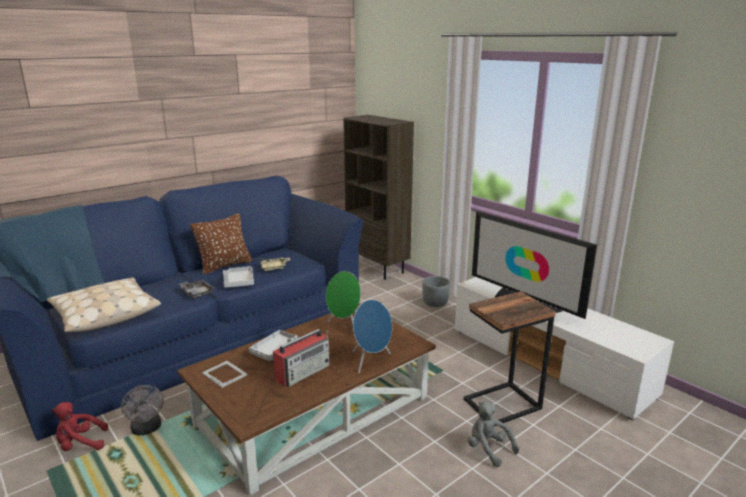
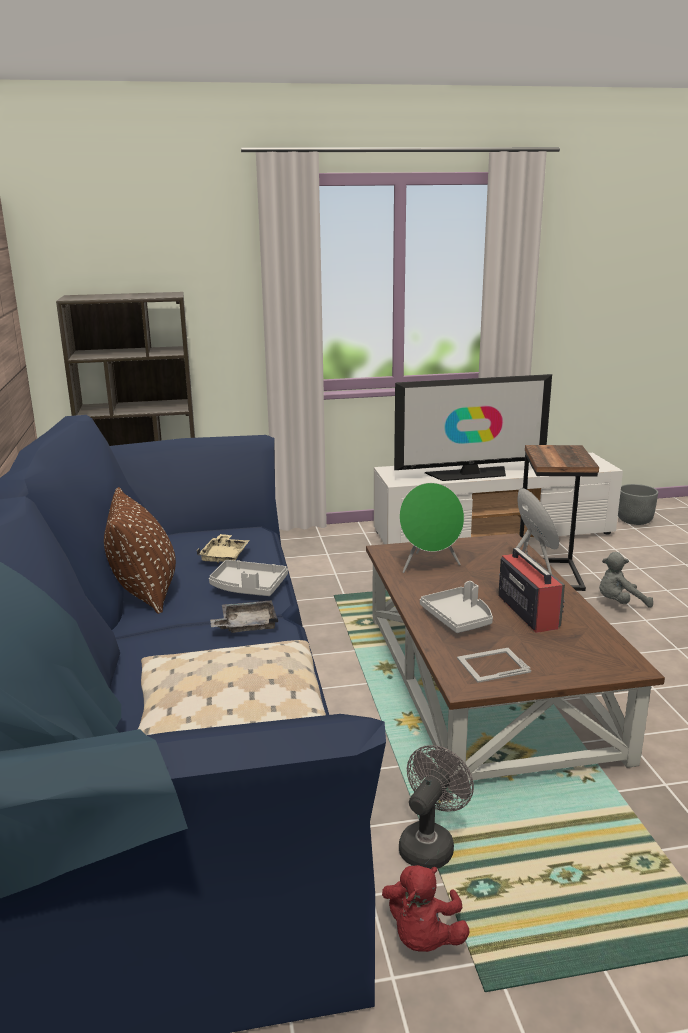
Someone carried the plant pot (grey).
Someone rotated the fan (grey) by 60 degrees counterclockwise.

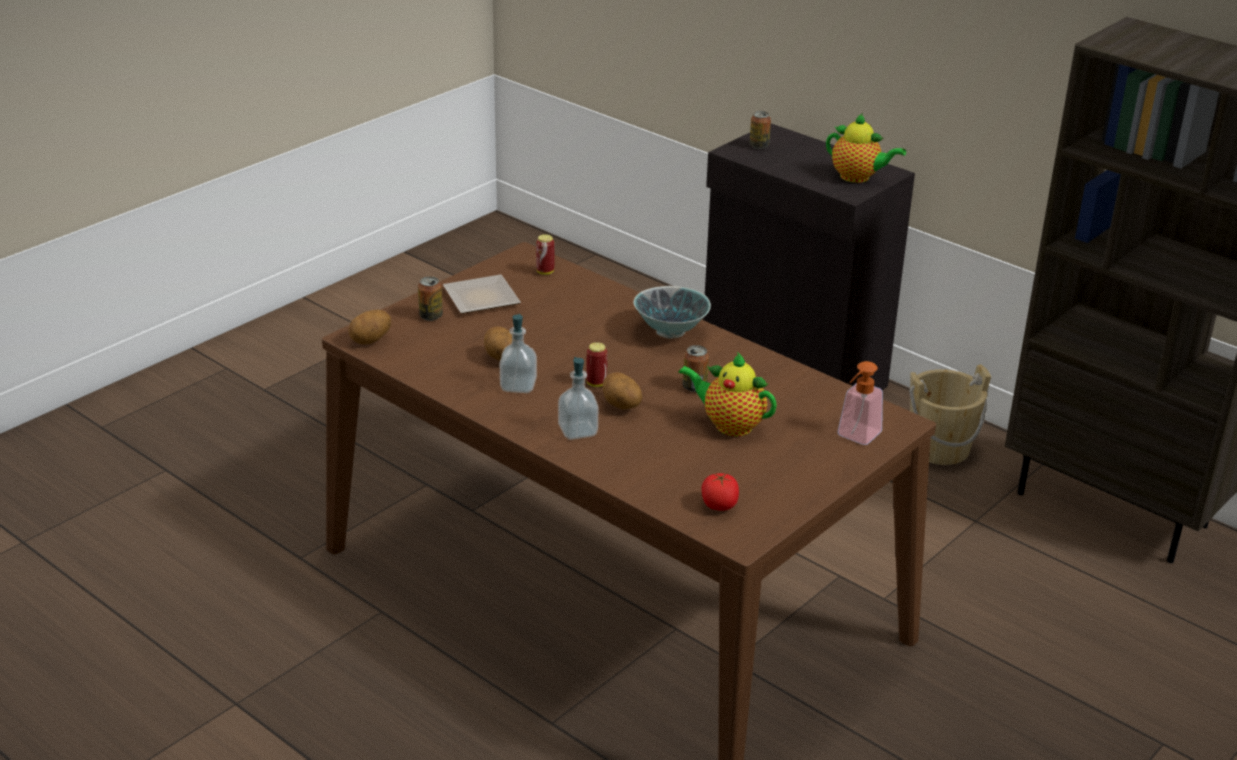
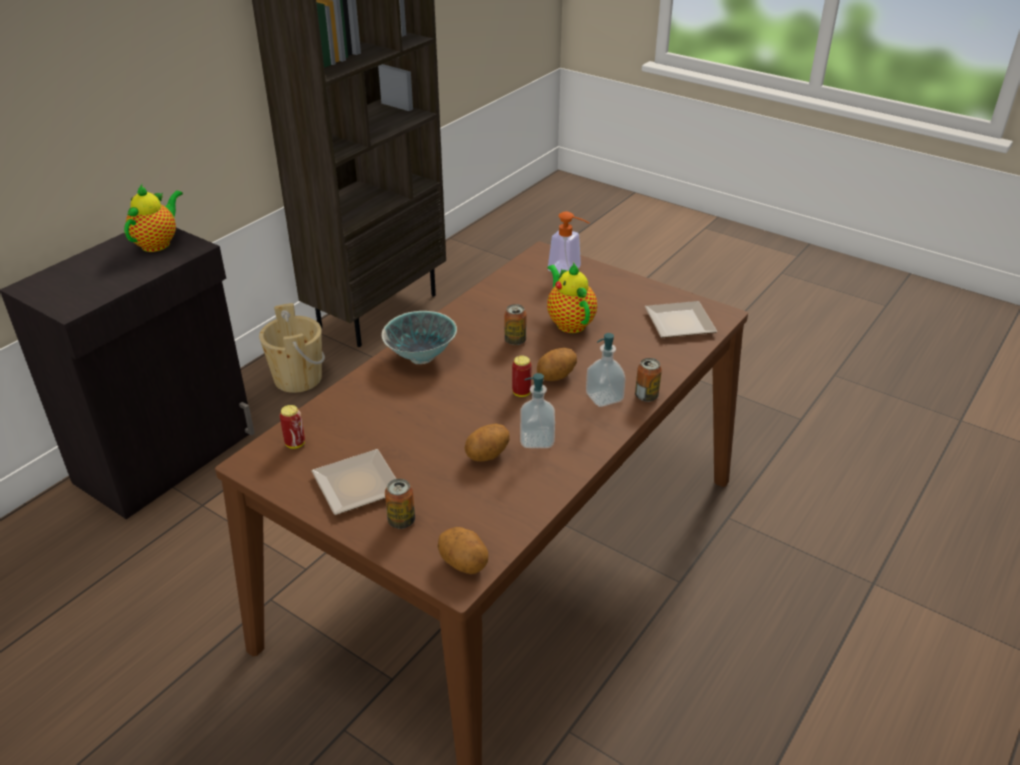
Someone carried the can (no. 5 from left).
Someone swapped the fresh tomato for the dinner plate (no. 2 from left).
Someone rotated the teapot (no. 1 from left in the first image) by 135 degrees clockwise.

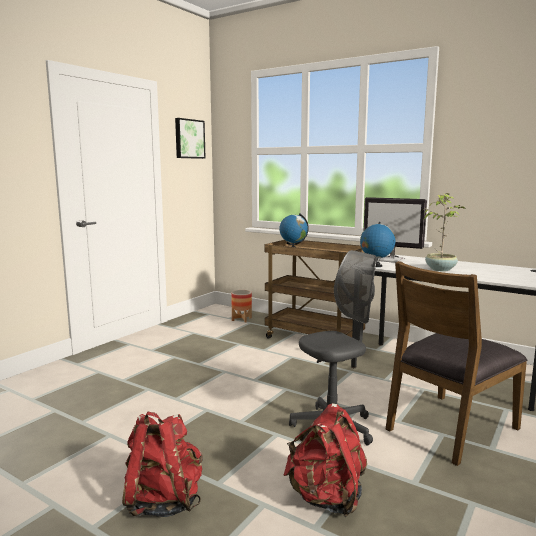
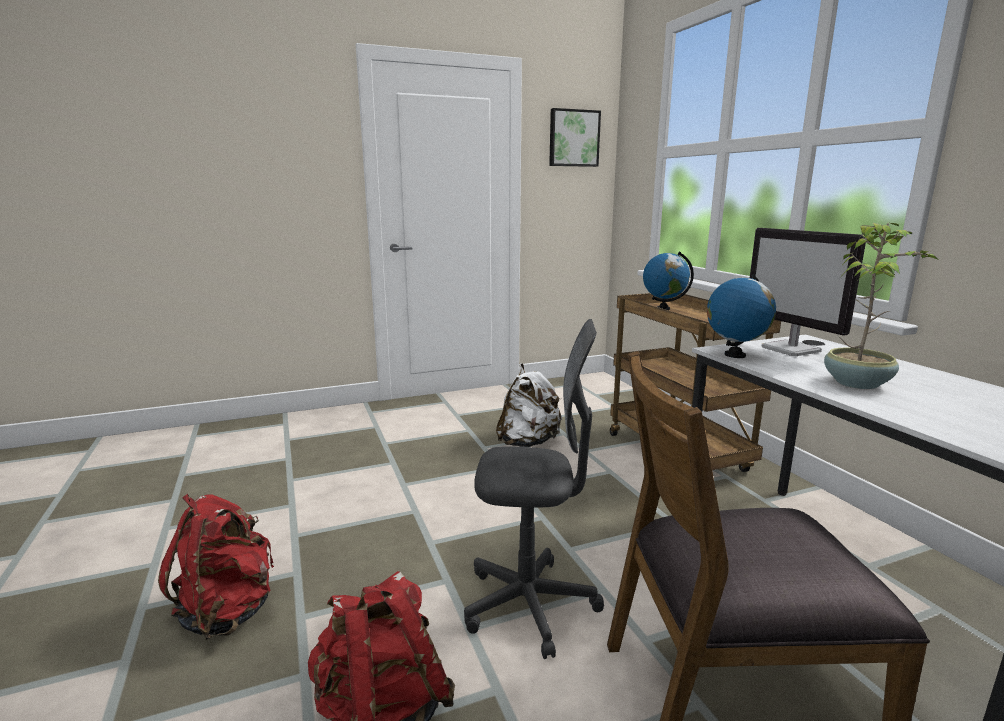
Someone took away the plant pot.
Someone put down the backpack (whitish).

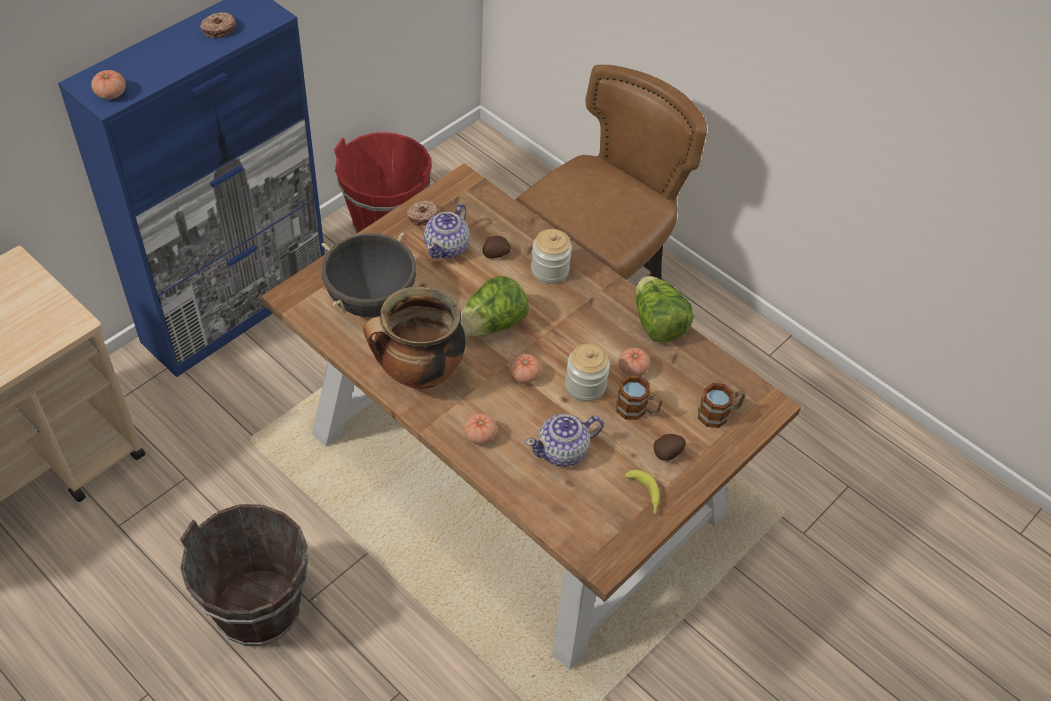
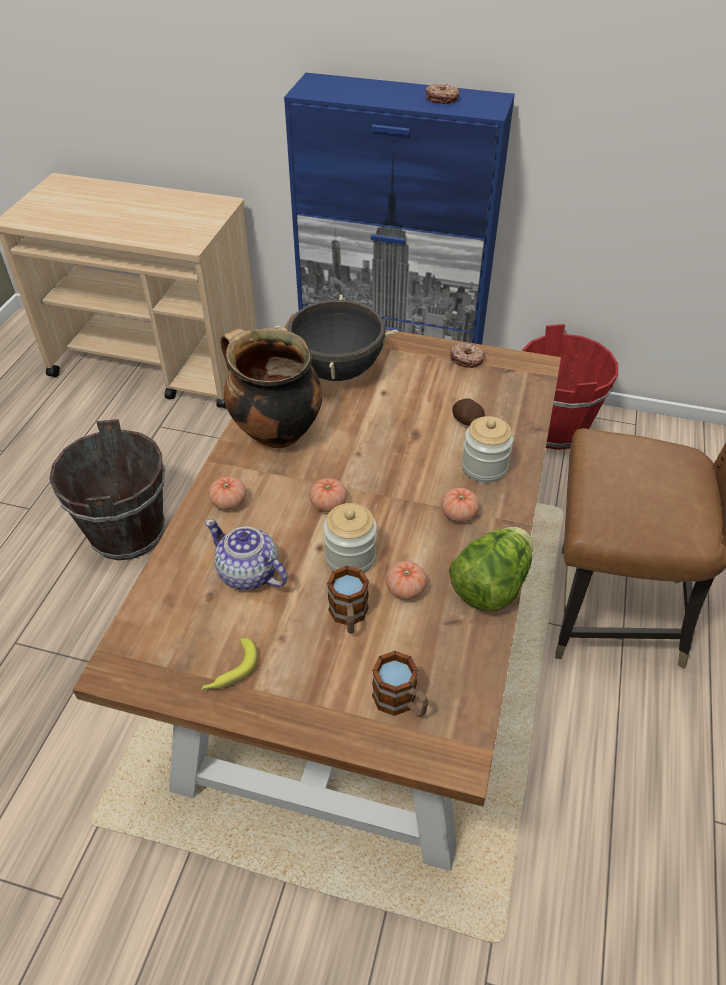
Someone took away the teapot (no. 1 from left).
Someone took away the lettuce head (no. 1 from left).
Someone took away the whole potato (no. 2 from left).
Someone carried the fresh tomato (no. 1 from left in the first image).

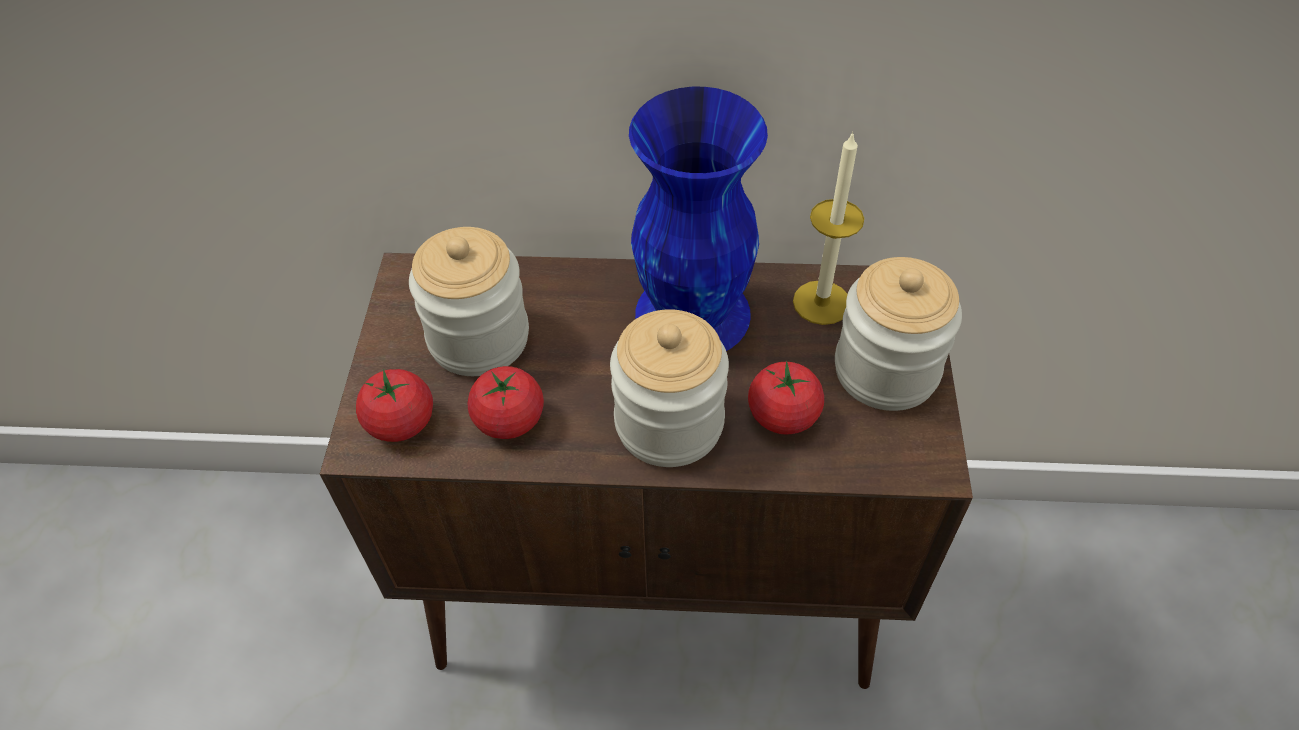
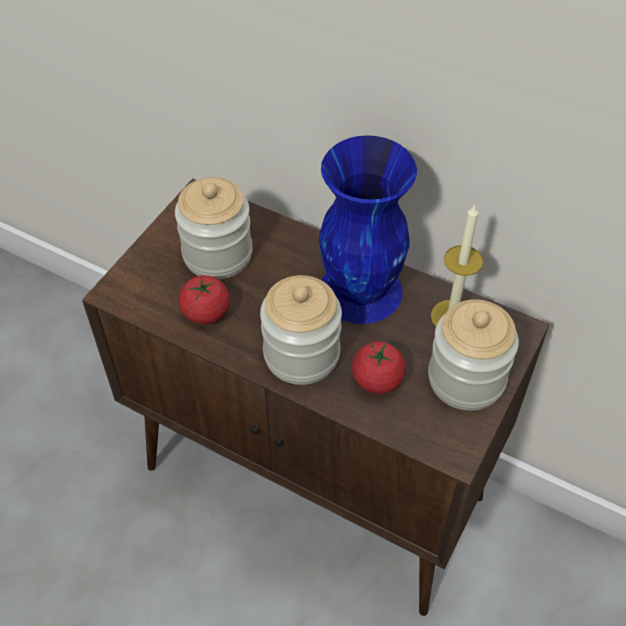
Someone took away the fresh tomato (no. 1 from left).

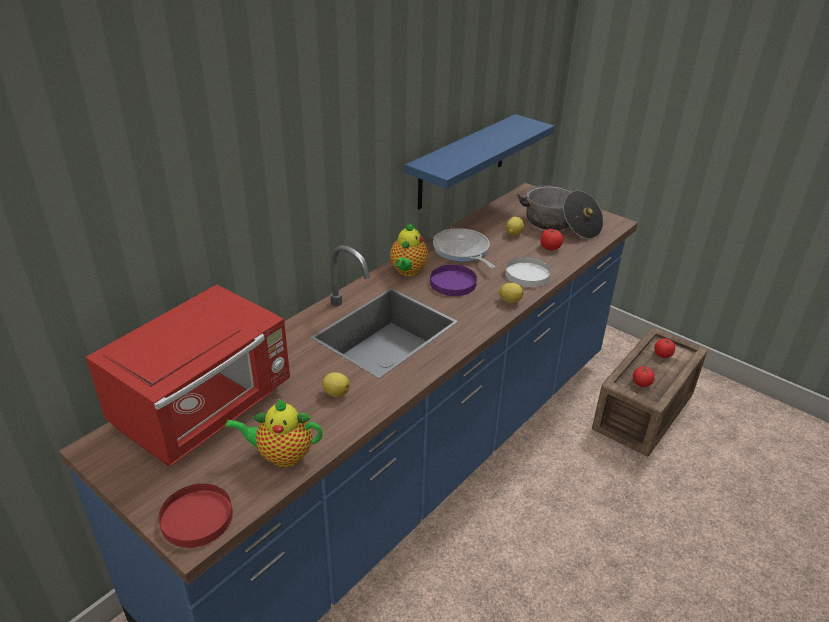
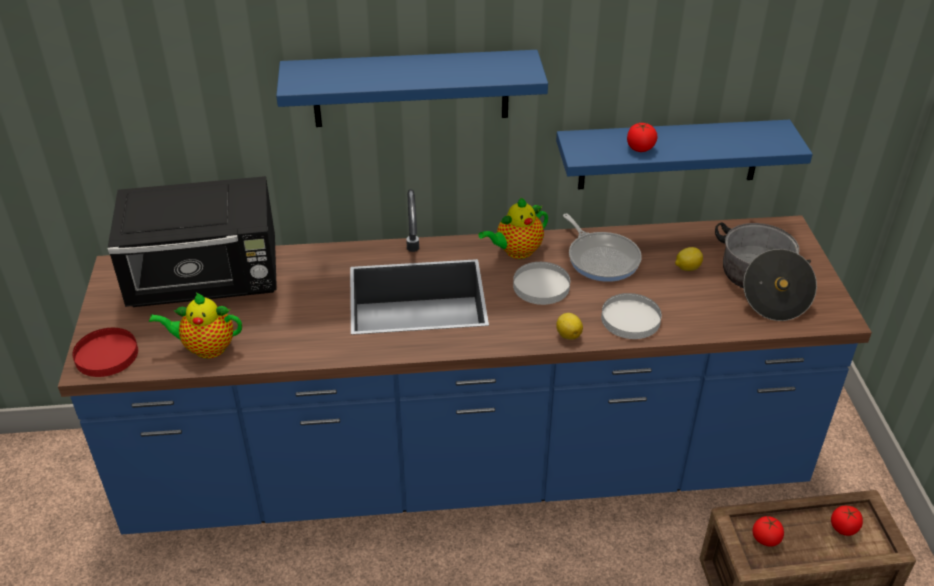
Someone took away the lemon (no. 1 from left).
Someone put up the shelf (blue) (no. 1 from left).
Someone carried the fresh tomato (no. 1 from left).
Someone repainted the microwave (reddish), which became the microwave (black).
Someone repainted the dinner plate (purple-coloured), which became the dinner plate (whitish) (no. 1 from left).
Someone rotated the teapot (no. 1 from left) by 45 degrees counterclockwise.
Someone rotated the pan by 135 degrees clockwise.

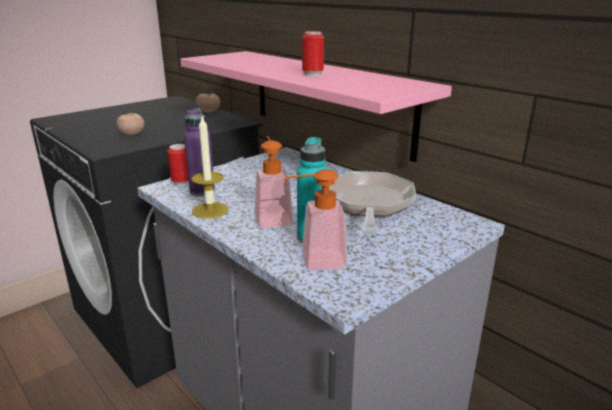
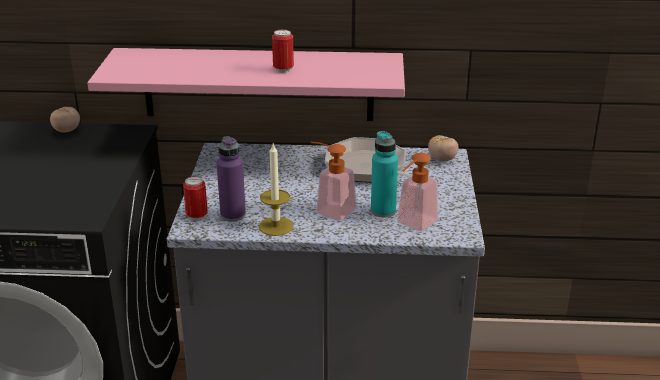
Someone carried the fresh tomato (no. 1 from left in the first image).

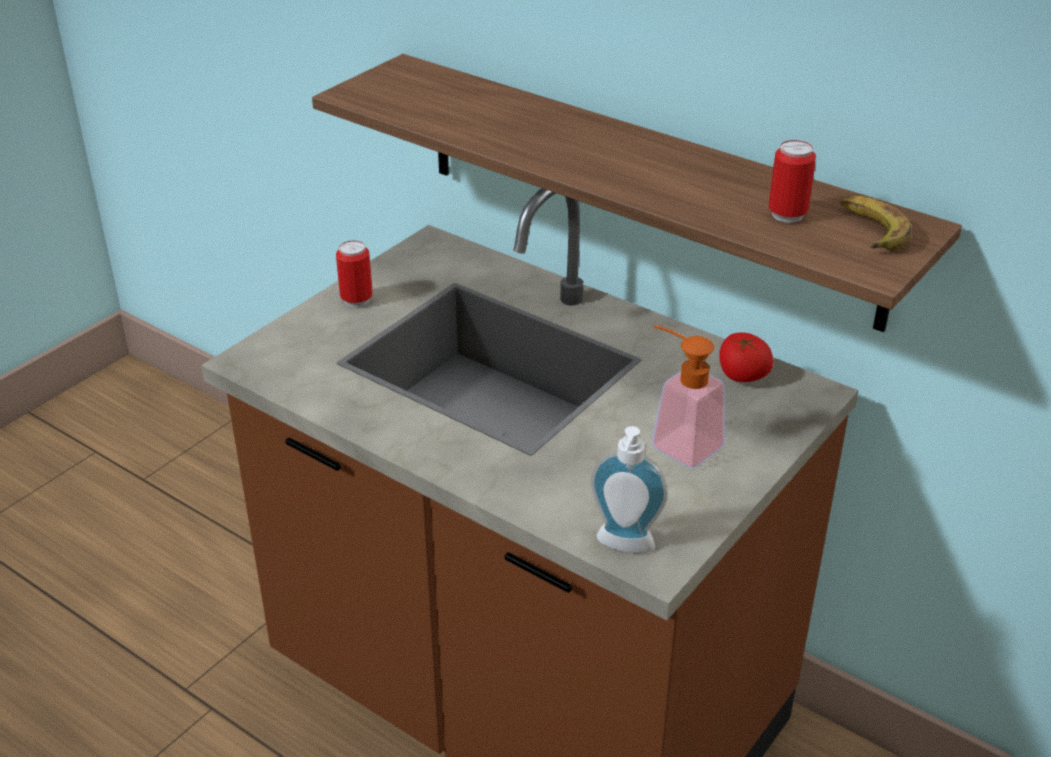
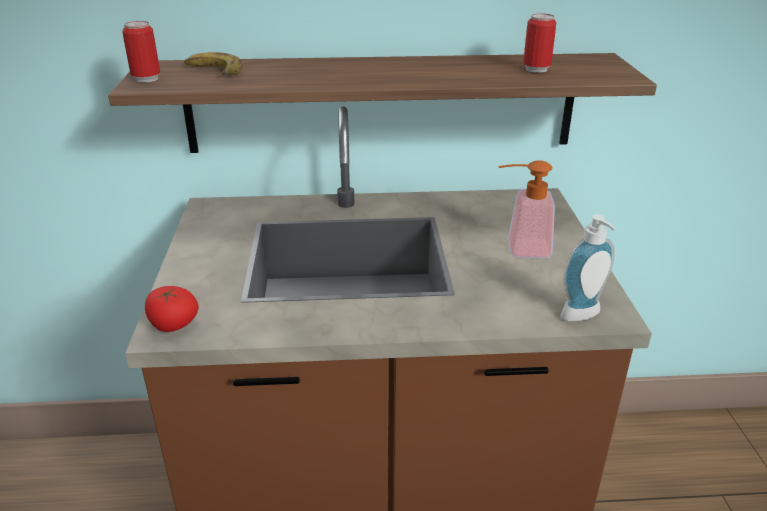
Someone carried the can (no. 1 from left).
Someone carried the fresh tomato.
Someone carried the whole banana.

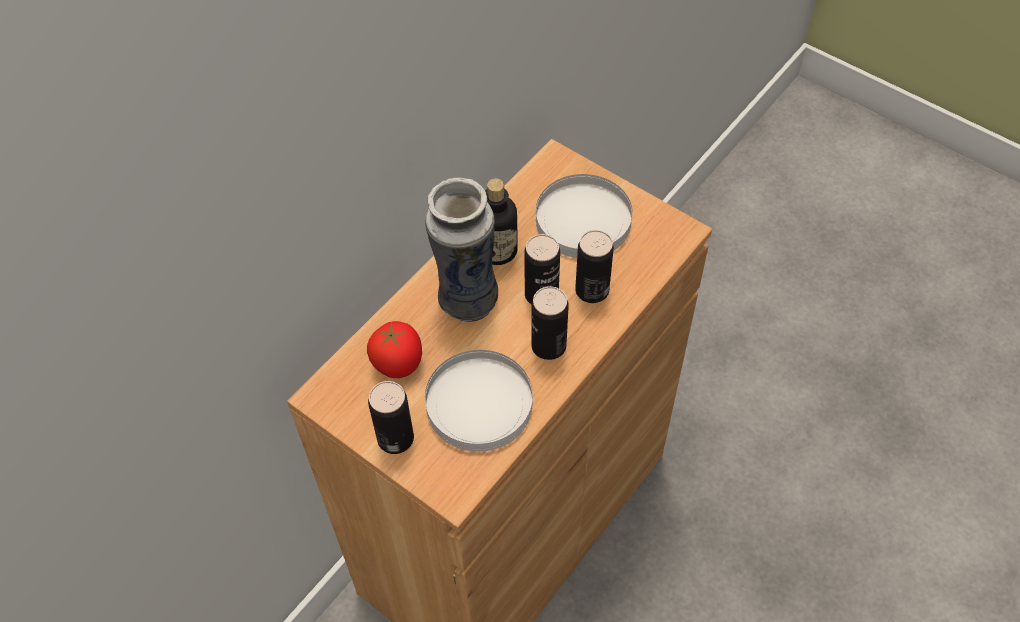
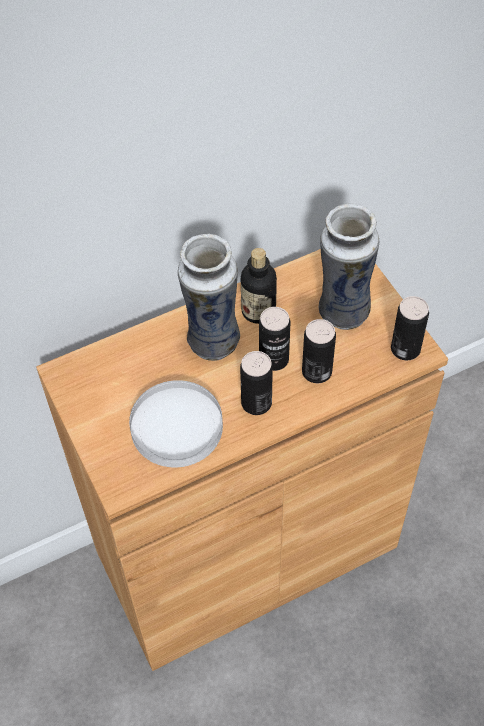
Someone took away the fresh tomato.
Someone carried the can (no. 1 from left in the first image).
Someone swapped the dinner plate (whitish) (no. 2 from left) for the vase (no. 2 from left).

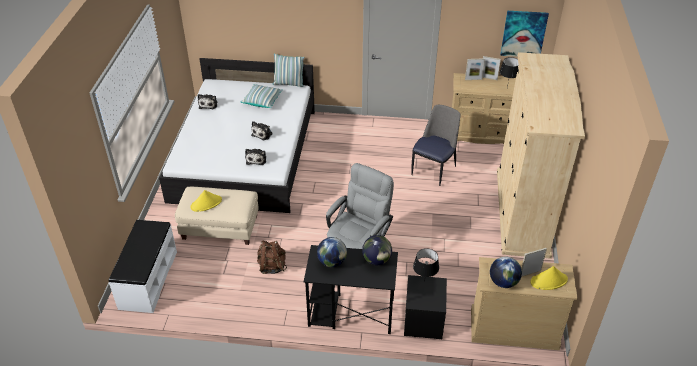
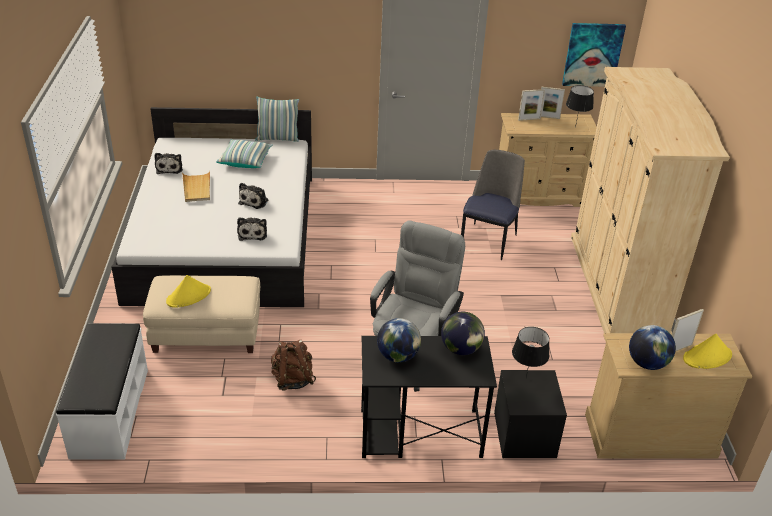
Someone put down the serving tray (beige-coloured).

